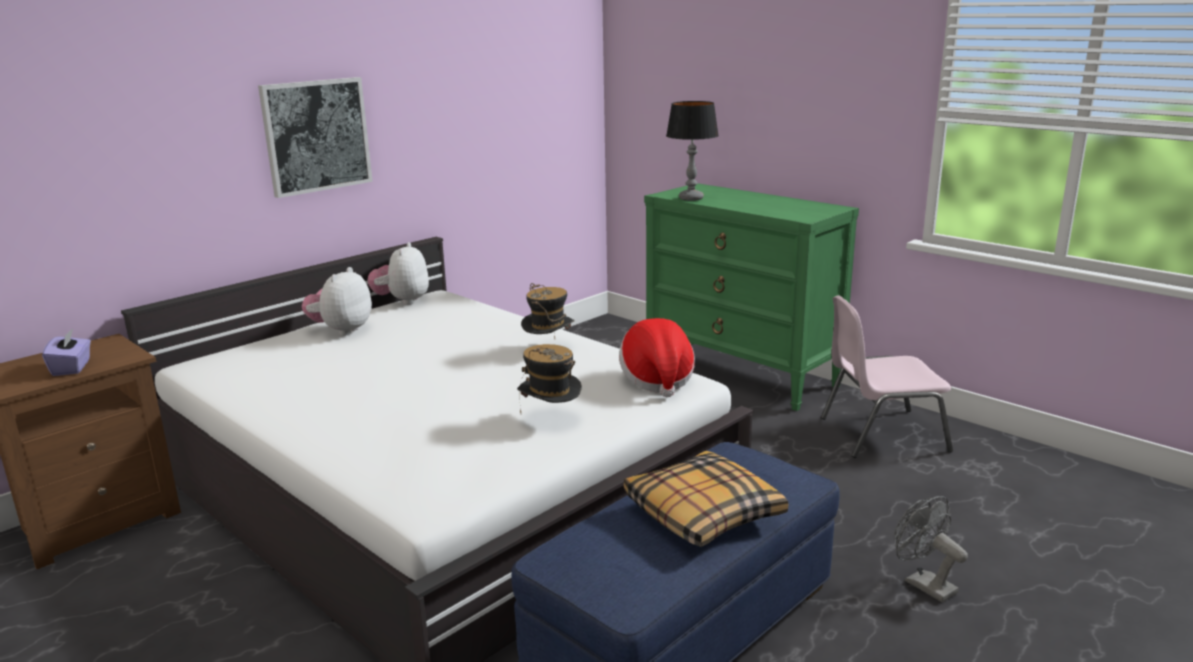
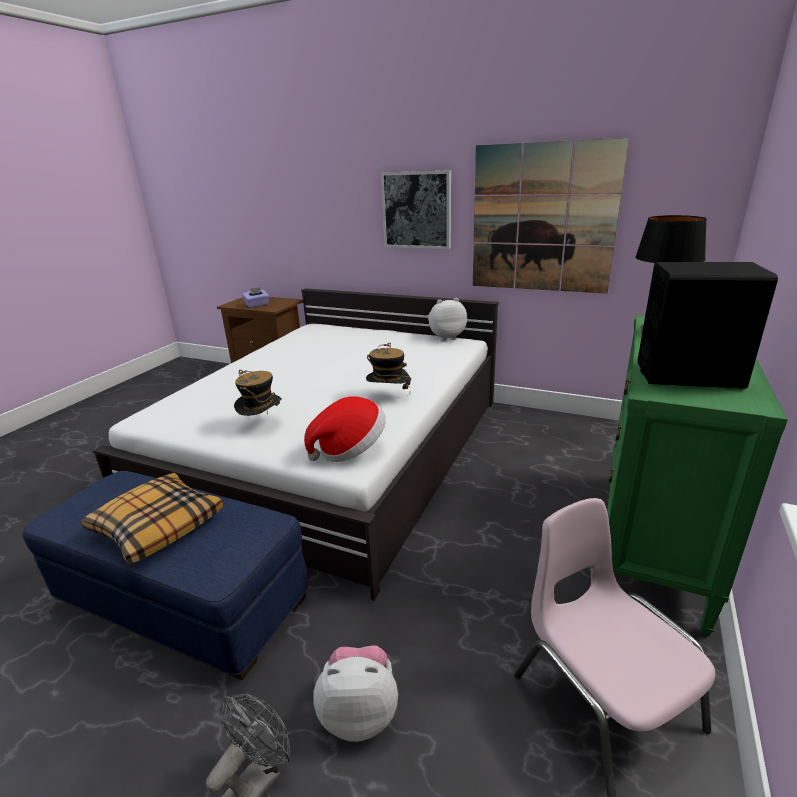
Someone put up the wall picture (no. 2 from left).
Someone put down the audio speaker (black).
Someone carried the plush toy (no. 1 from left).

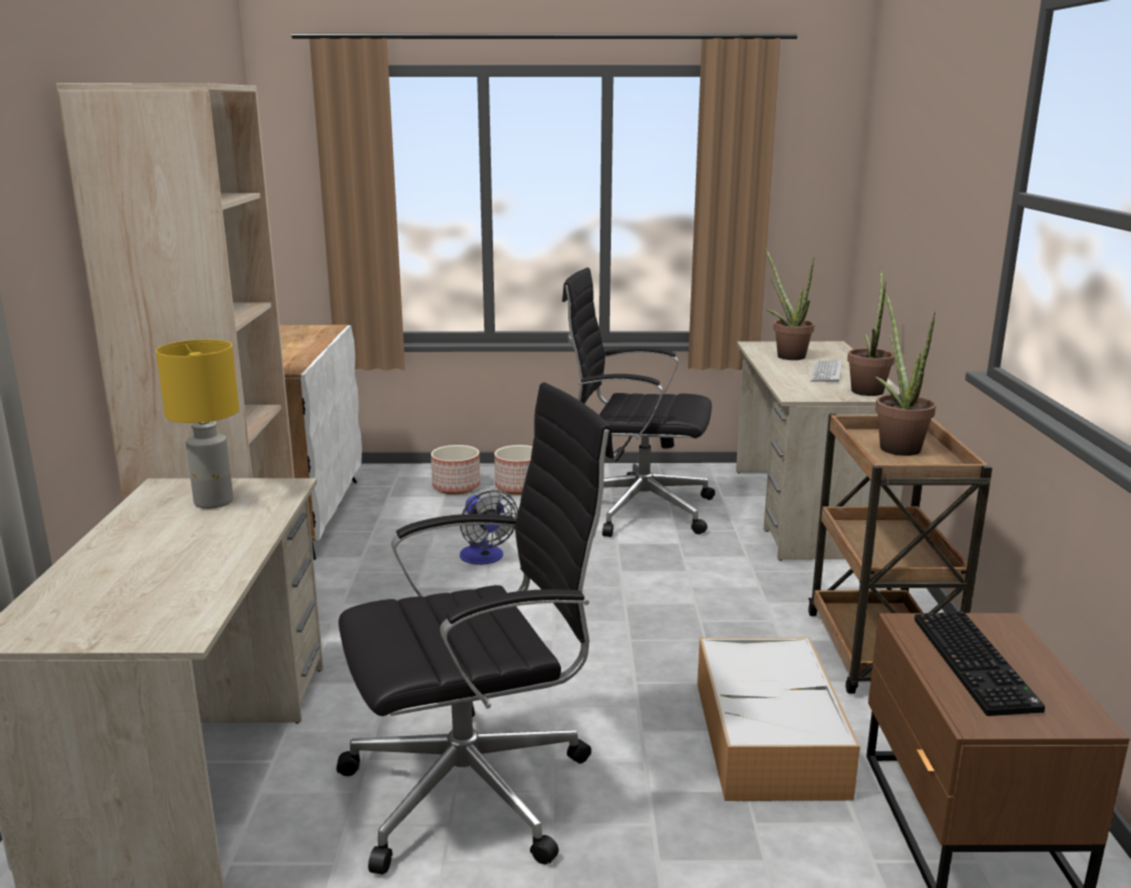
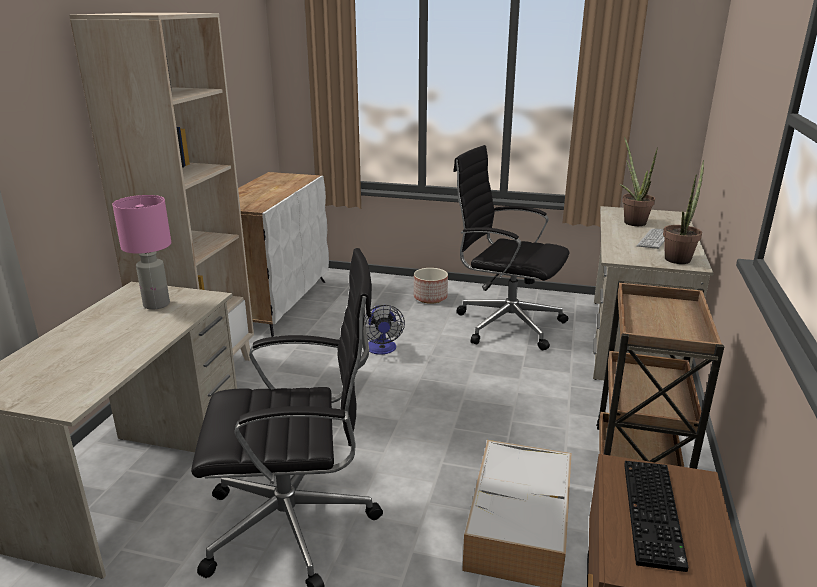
Someone took away the plant pot (no. 1 from left).
Someone took away the houseplant (no. 3 from left).
Someone repainted the tabletop lamp (yellow-coloured), which became the tabletop lamp (pinkish).

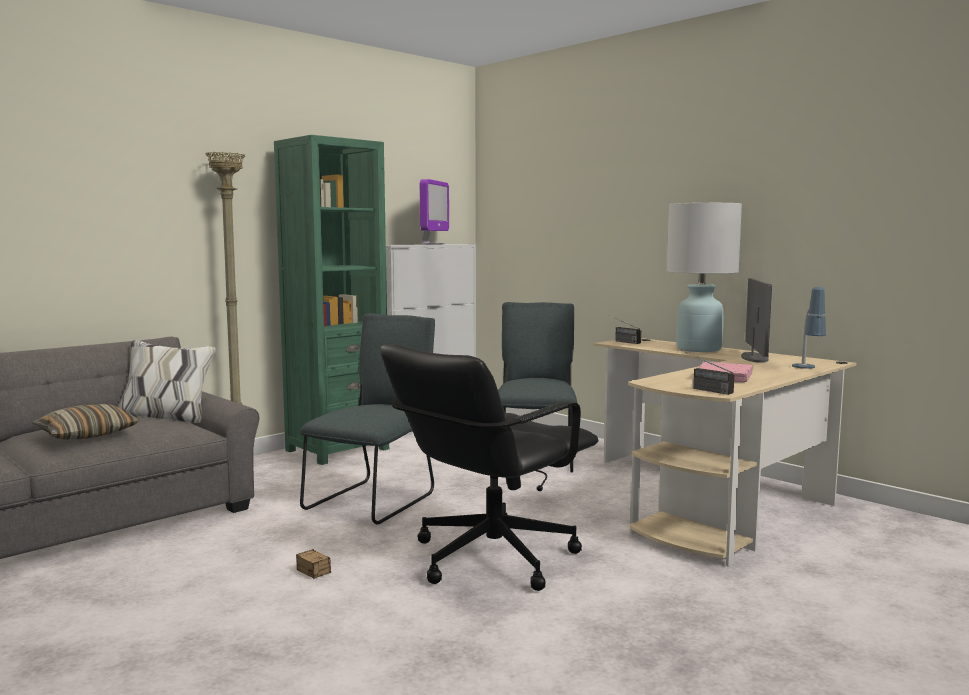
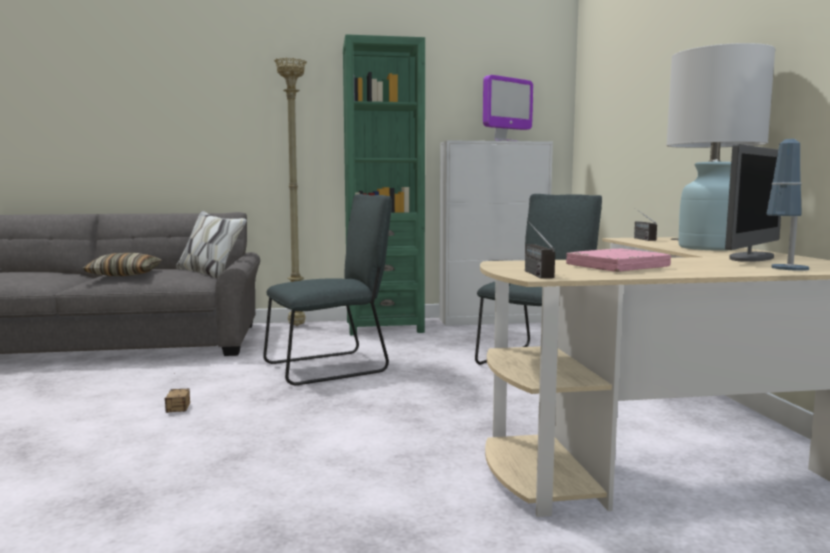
Someone took away the computer chair (black).

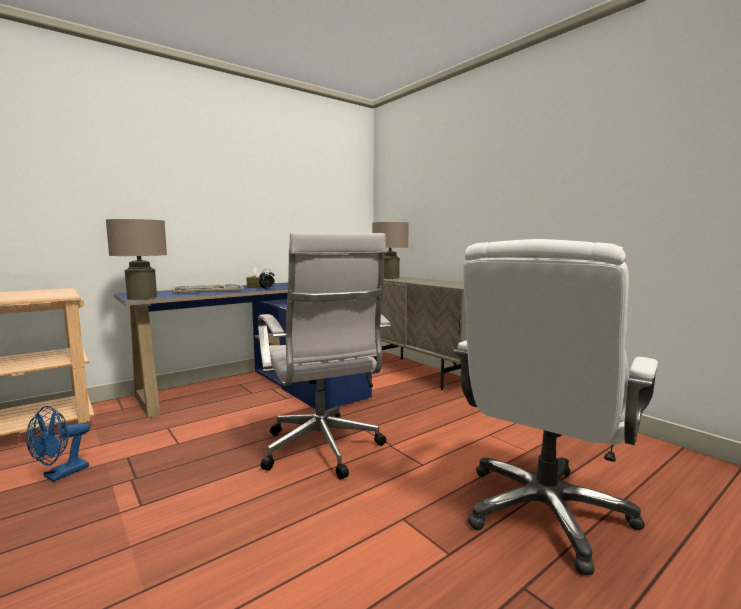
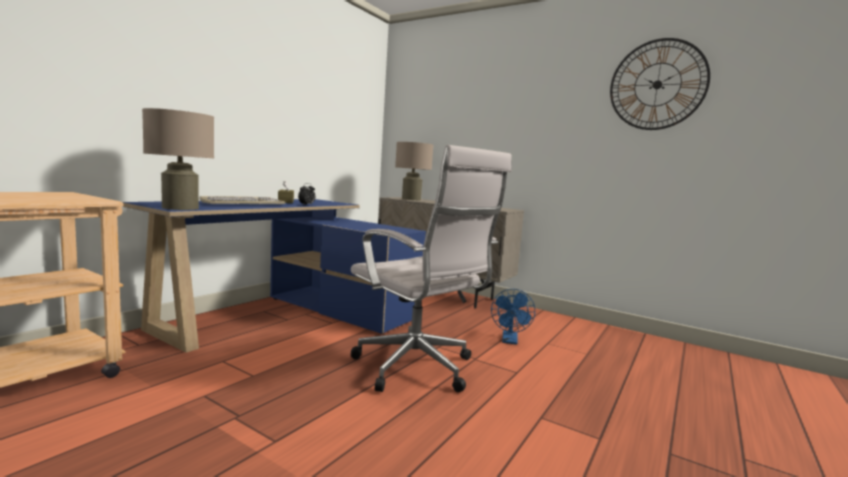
Someone took away the computer chair (whitish) (no. 2 from left).
Someone put up the hanging clock.
Someone carried the fan (blue).

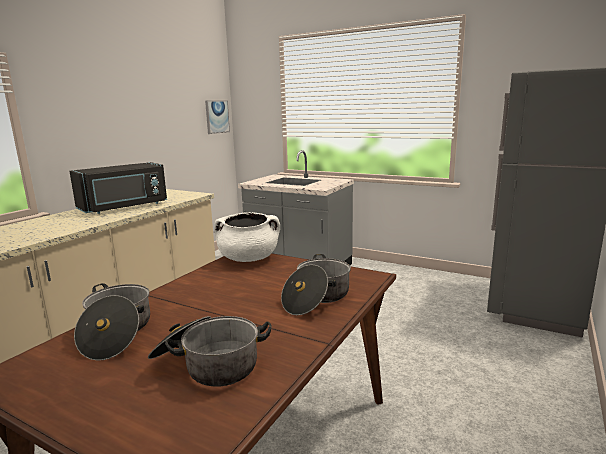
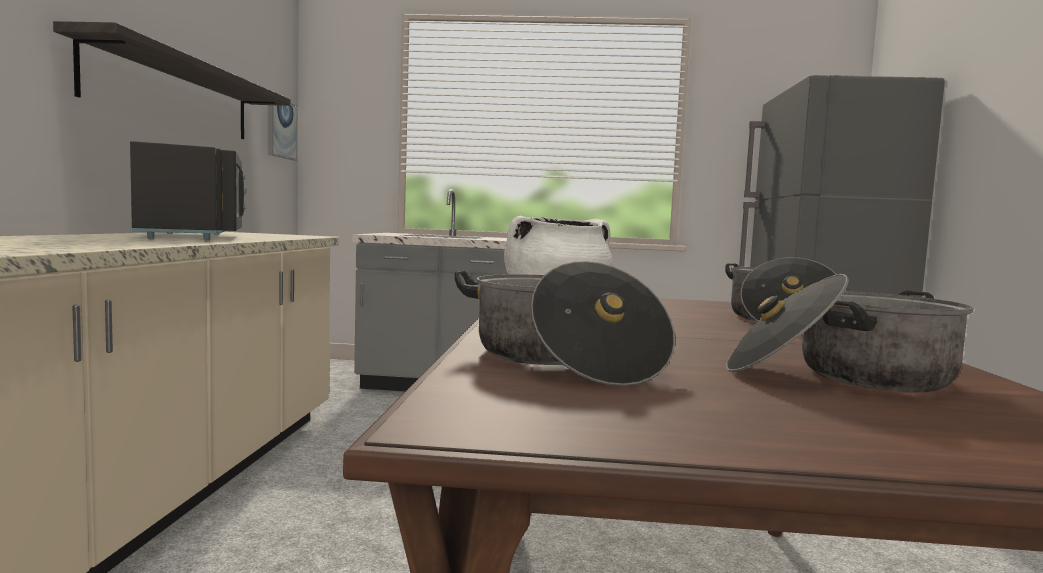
Someone put up the shelf.
Someone rotated the microwave (black) by 45 degrees counterclockwise.

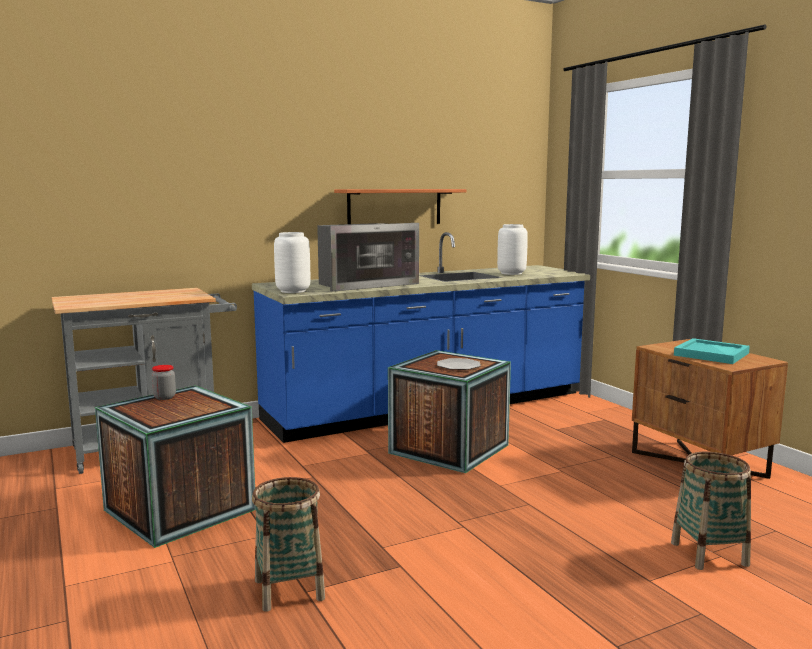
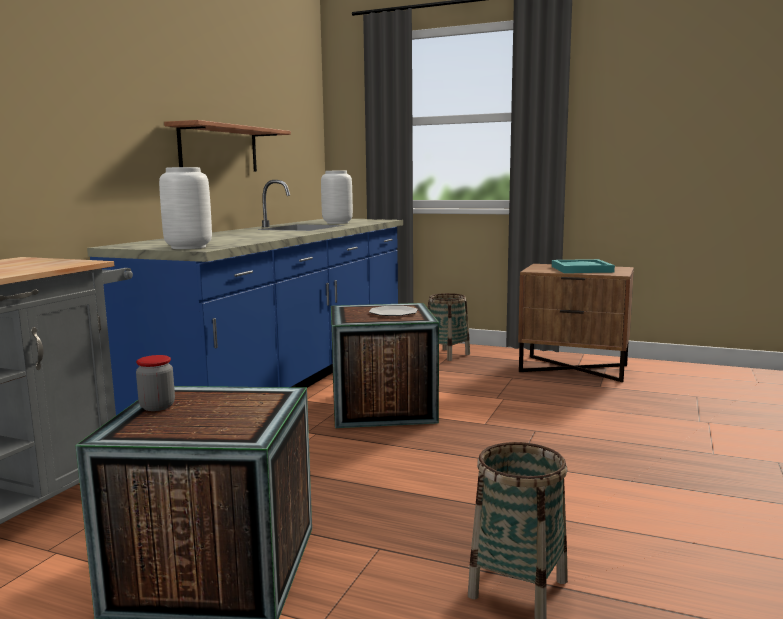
Someone took away the microwave.
Someone carried the storage basket (no. 2 from left in the first image).

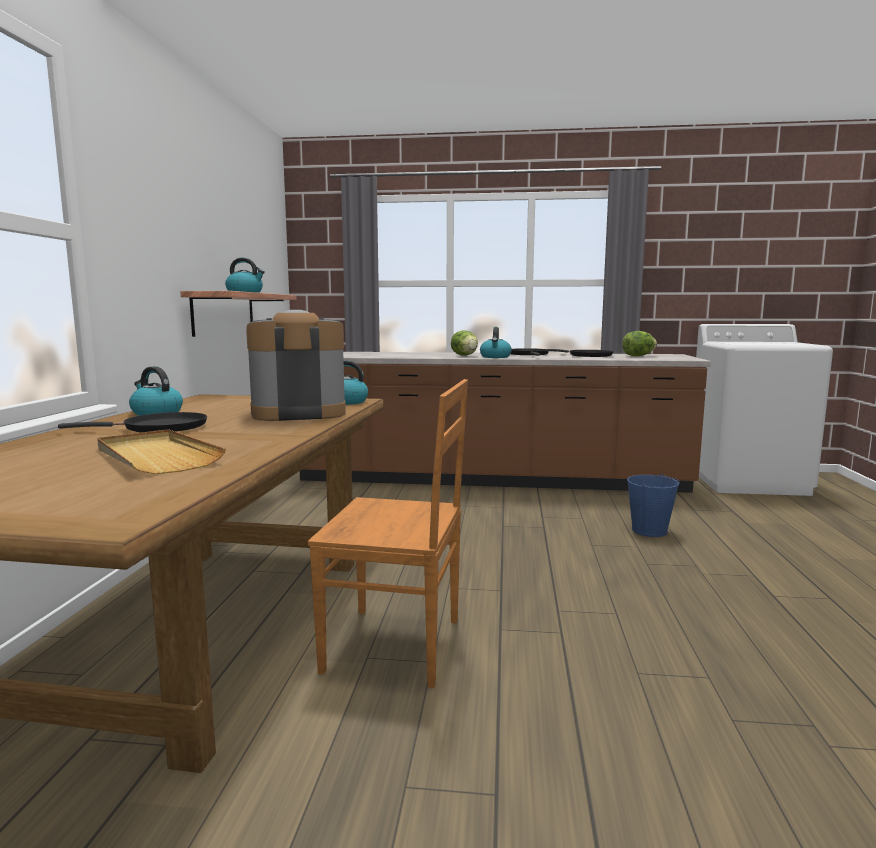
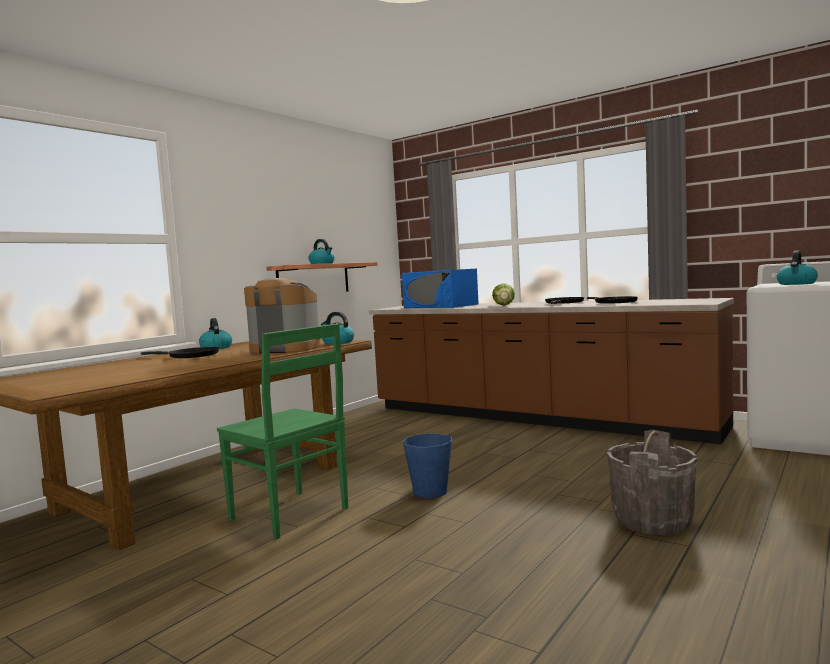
Someone took away the serving tray (beige-coloured).
Someone took away the lettuce head (no. 2 from left).
Someone put down the microwave (blue).
Someone put down the bucket (grey).
Someone carried the water kettle (no. 4 from left).
Someone carried the bucket (blue).
Someone repainted the chair (brown), which became the chair (green).

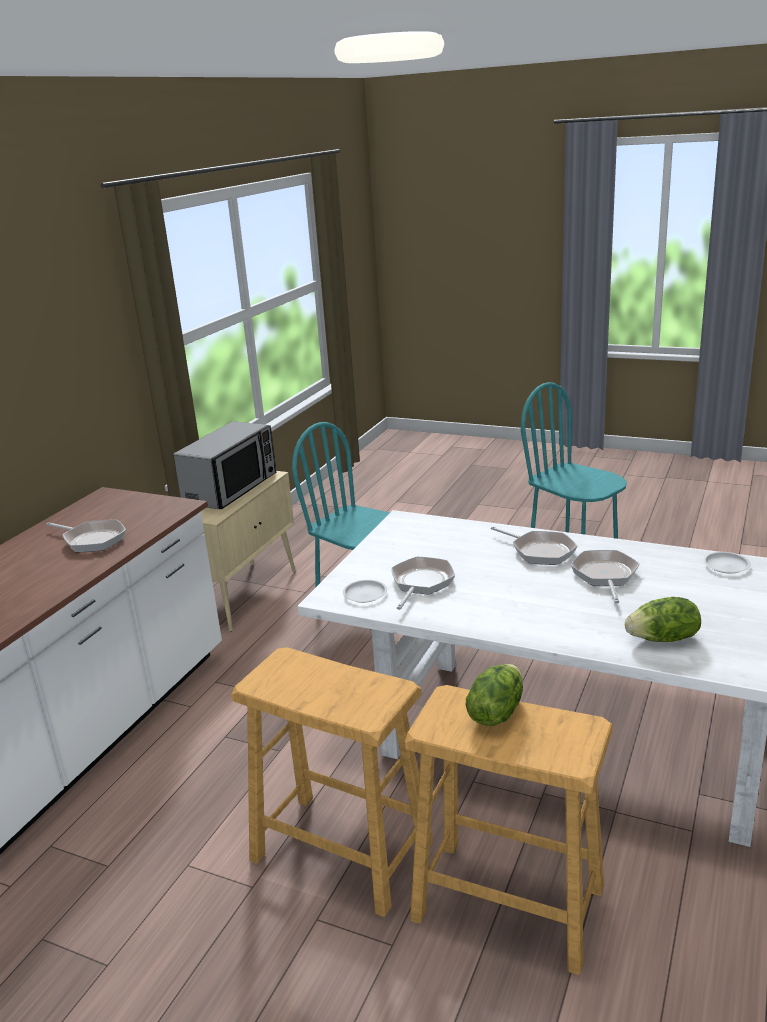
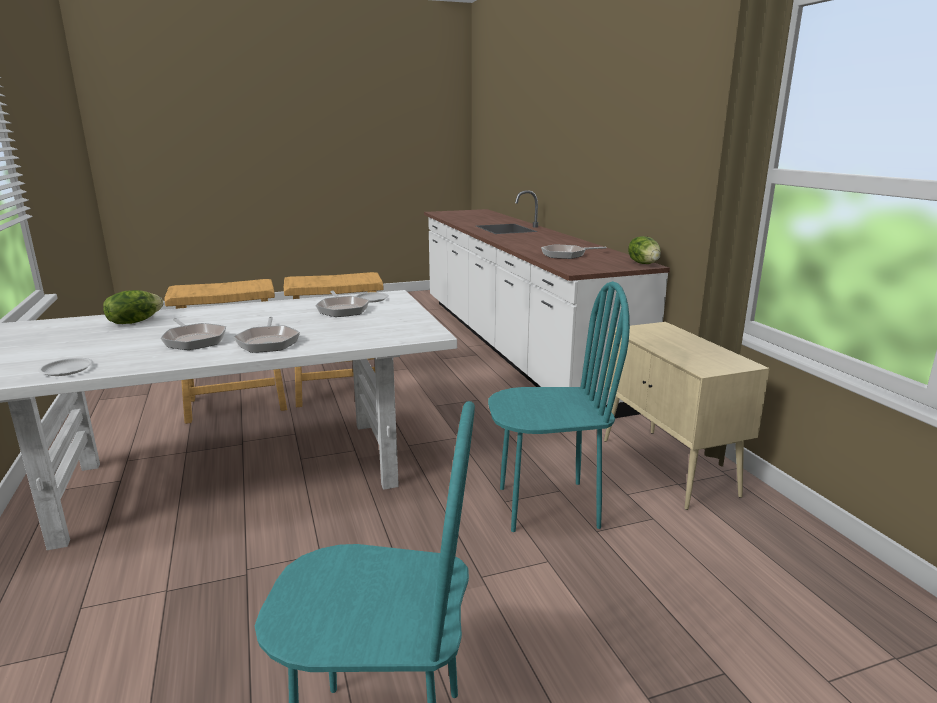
Someone took away the microwave.
Someone carried the lettuce head (no. 1 from left in the first image).
Someone rotated the pan (no. 3 from left in the first image) by 105 degrees counterclockwise.

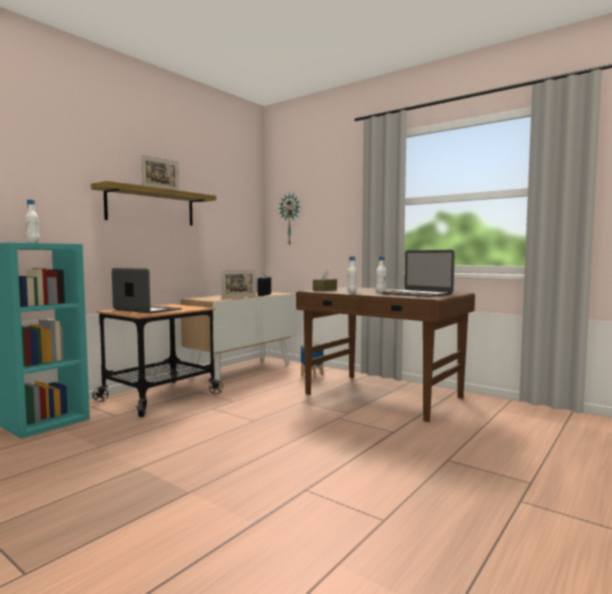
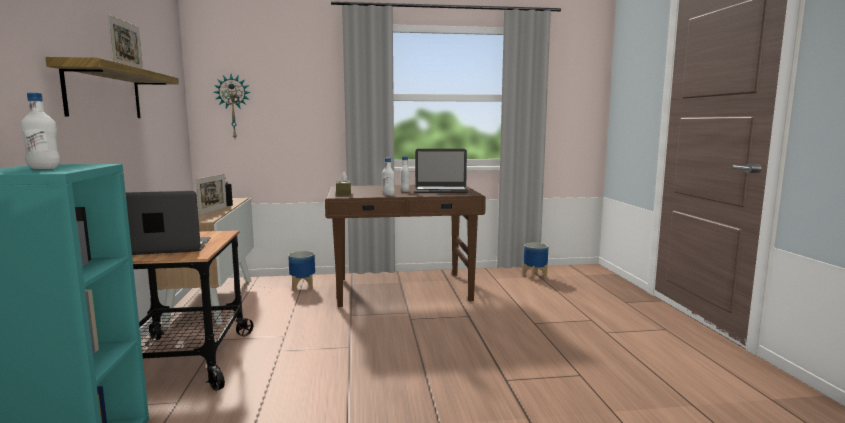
Someone put down the plant pot (no. 2 from left).

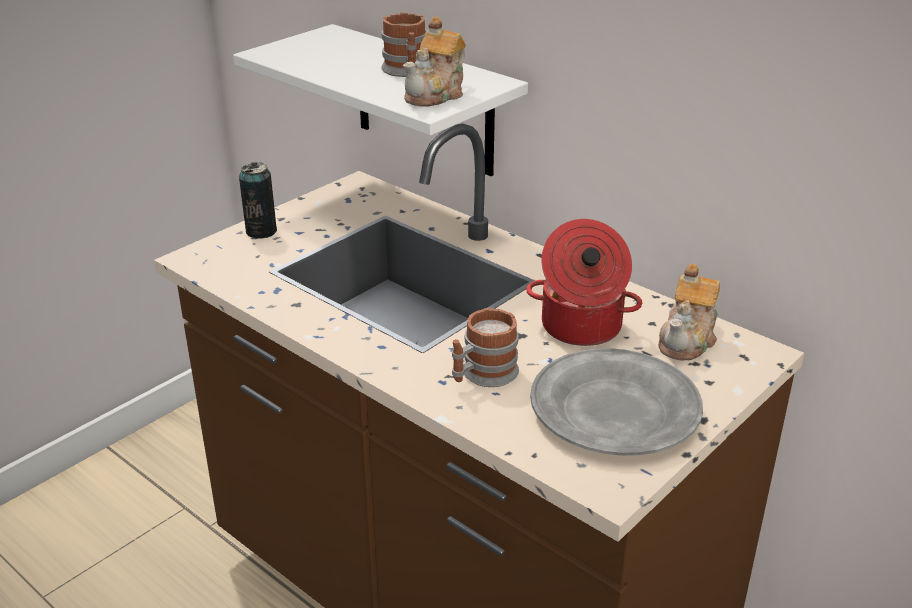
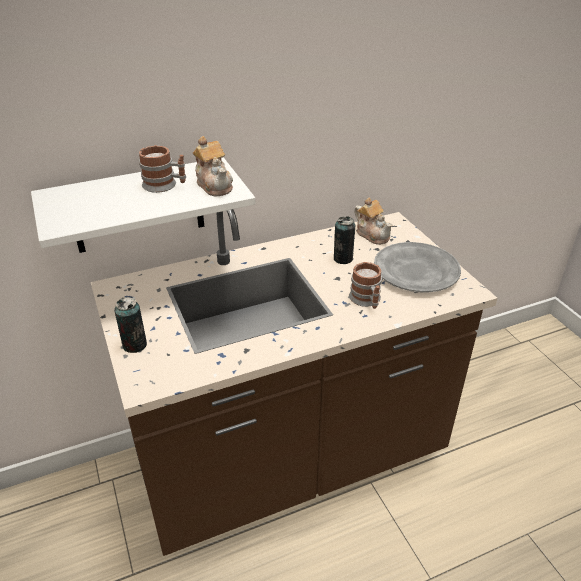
Someone swapped the saucepot for the can (no. 2 from left).

